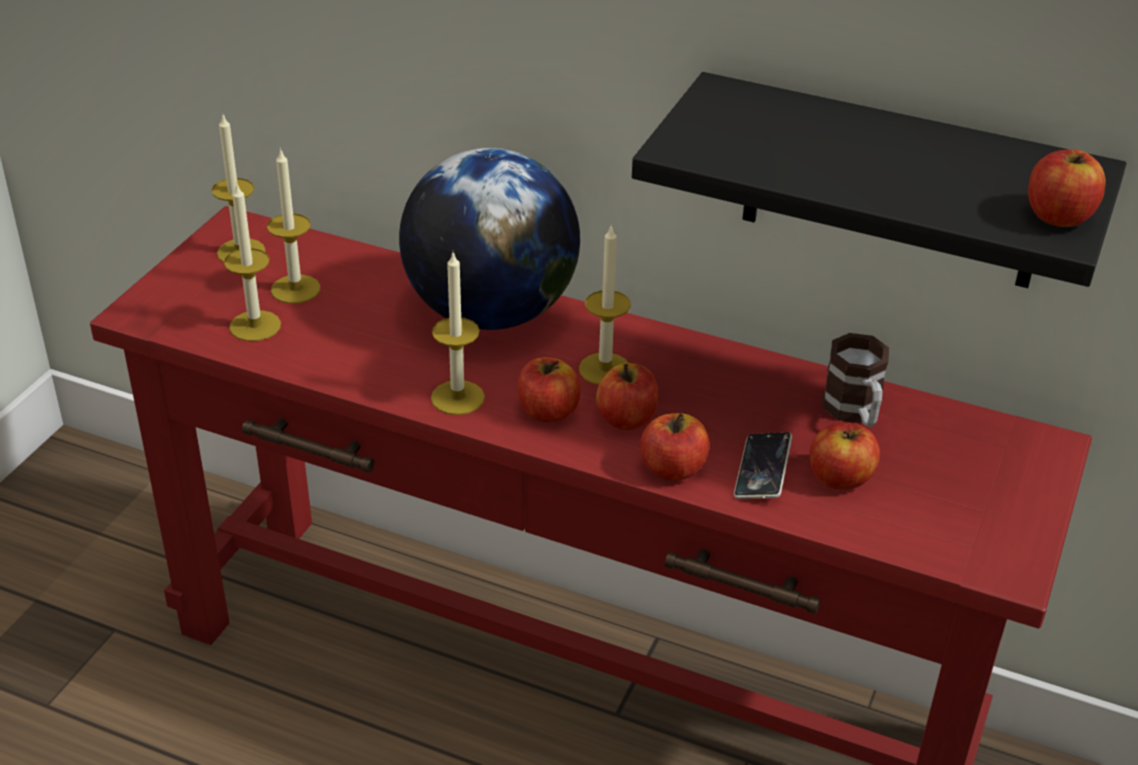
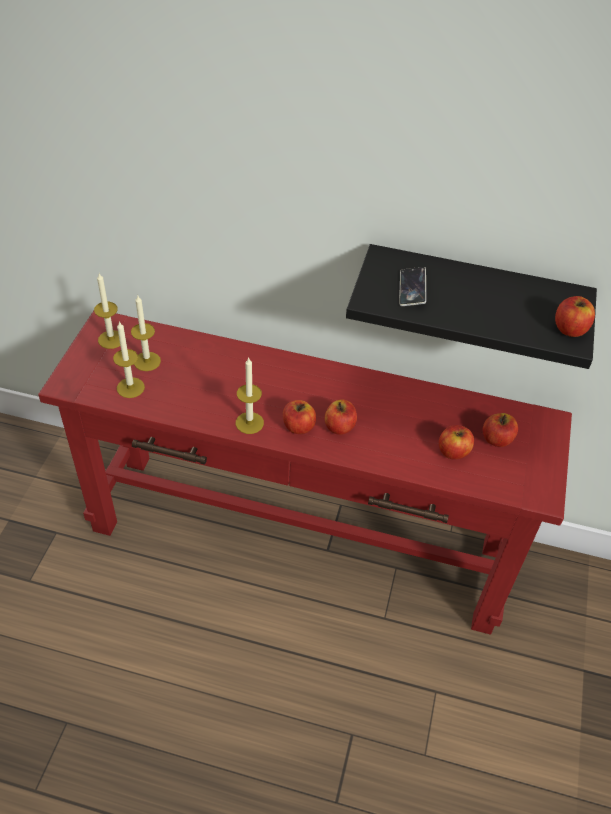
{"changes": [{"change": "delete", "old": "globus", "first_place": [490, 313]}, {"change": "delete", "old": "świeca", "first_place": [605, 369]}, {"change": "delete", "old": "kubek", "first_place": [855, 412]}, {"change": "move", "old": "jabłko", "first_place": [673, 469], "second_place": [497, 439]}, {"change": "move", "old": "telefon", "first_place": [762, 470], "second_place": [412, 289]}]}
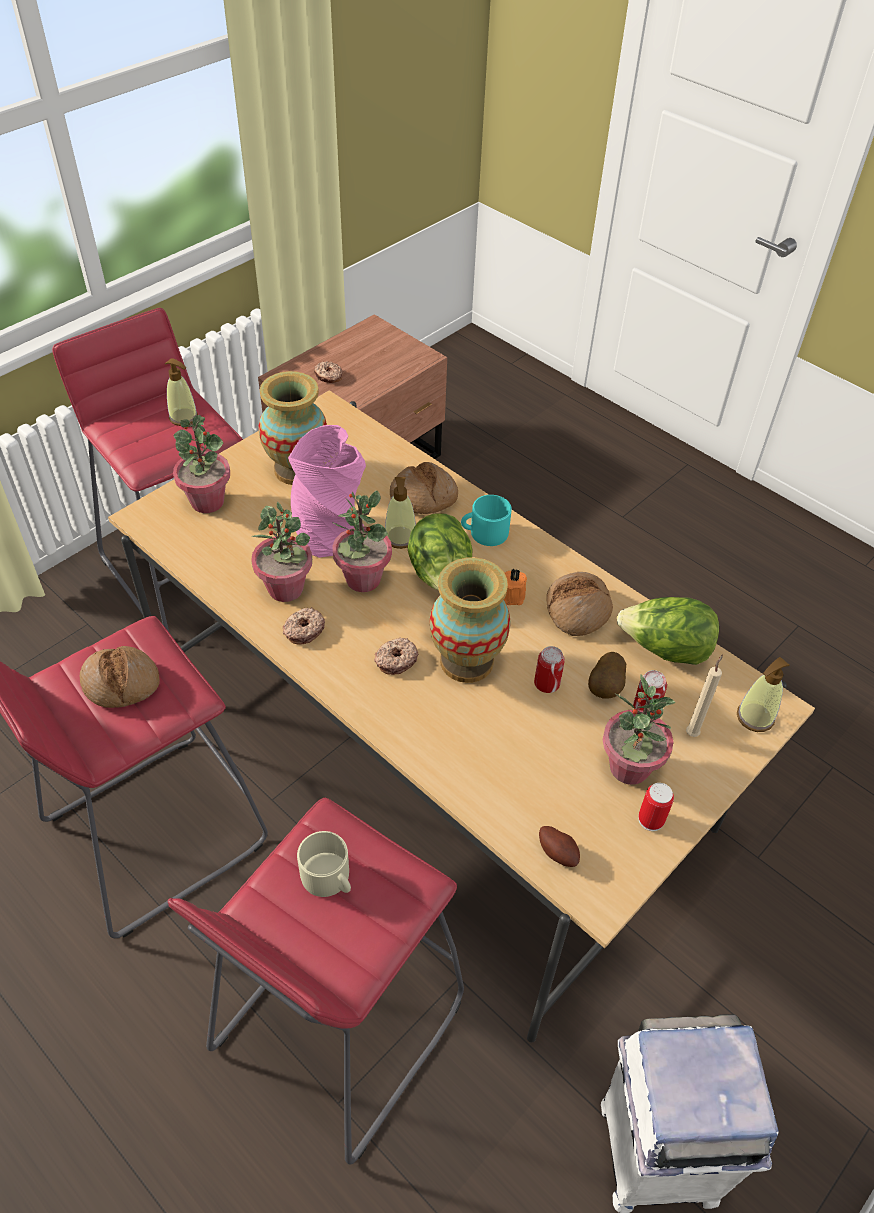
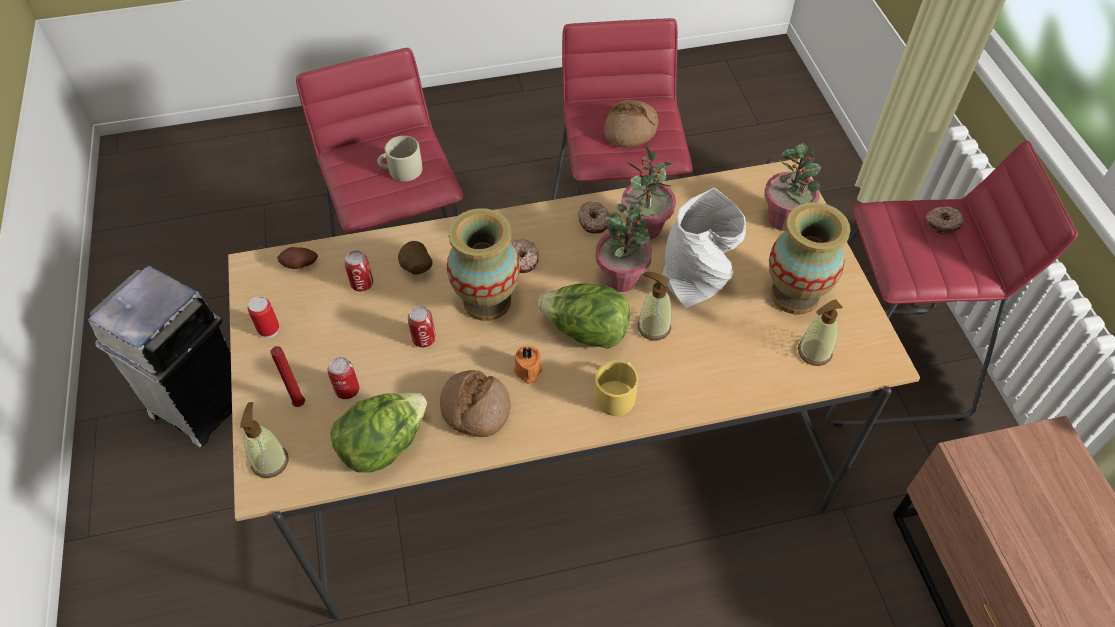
{"changes": [{"change": "delete", "old": "chleb", "first_place": [423, 497]}, {"change": "delete", "old": "roślina doniczkowa", "first_place": [629, 768]}, {"change": "insert", "new": "puszka", "second_place": [362, 284]}, {"change": "move", "old": "dozownik mydła", "first_place": [184, 417], "second_place": [814, 352]}, {"change": "move", "old": "donut", "first_place": [328, 376], "second_place": [942, 223]}, {"change": "move", "old": "ziemniak", "first_place": [606, 688], "second_place": [416, 269]}, {"change": "recolor", "old": "wazon [różowy]", "new": "wazon [szary]", "first_place": [329, 530], "second_place": [696, 283]}, {"change": "recolor", "old": "kubek [turkusowy]", "new": "kubek [żółty]", "first_place": [484, 533], "second_place": [617, 393]}, {"change": "recolor", "old": "świeca [beżowy]", "new": "świeca [czerwony]", "first_place": [692, 732], "second_place": [300, 406]}]}
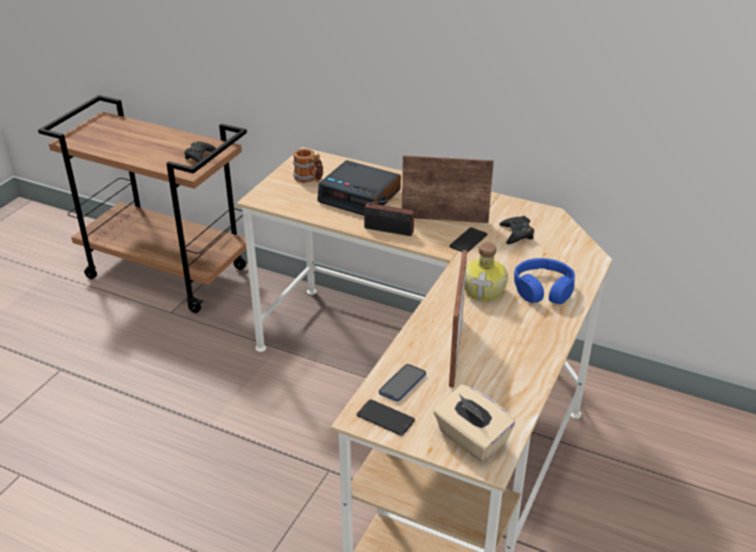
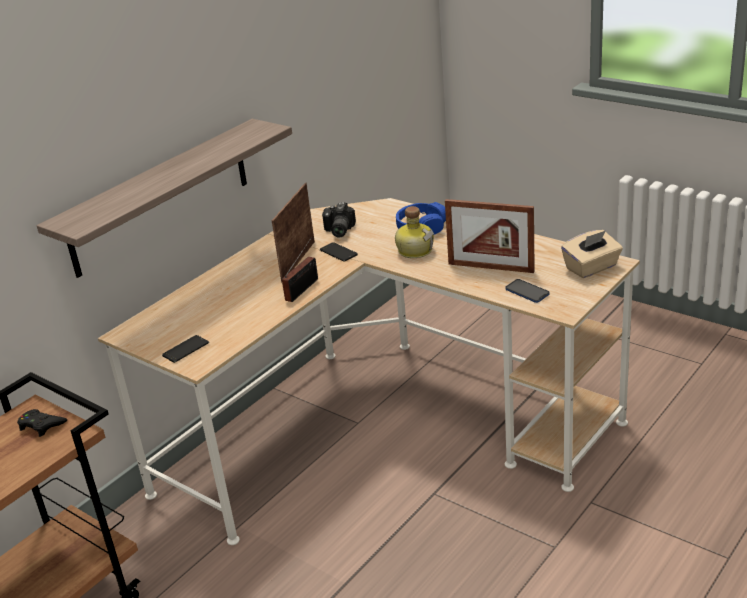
{"changes": [{"change": "delete", "old": "kubek", "first_place": [309, 179]}, {"change": "delete", "old": "budzik", "first_place": [360, 196]}, {"change": "insert", "new": "półka", "second_place": [160, 197]}, {"change": "move", "old": "telefon", "first_place": [385, 418], "second_place": [185, 349]}, {"change": "replace", "old": "pad do gier [czarny]", "new": "aparat fotograficzny", "first_place": [516, 234], "second_place": [338, 231]}]}
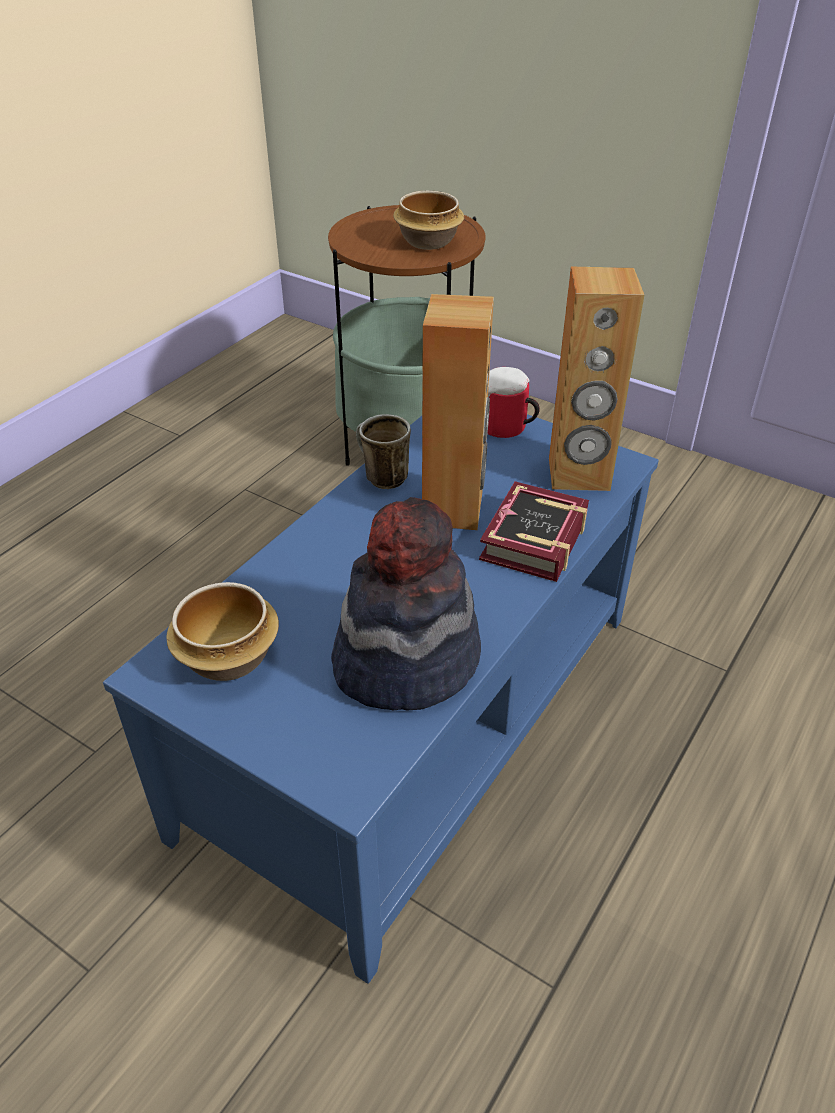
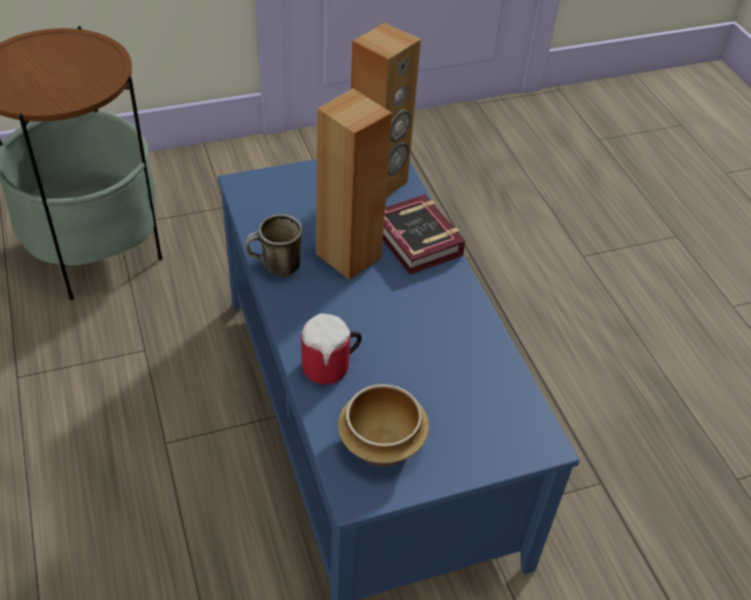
{"changes": [{"change": "delete", "old": "kapelusz", "first_place": [405, 660]}, {"change": "delete", "old": "miska", "first_place": [428, 241]}, {"change": "move", "old": "kubek", "first_place": [507, 429], "second_place": [332, 367]}]}
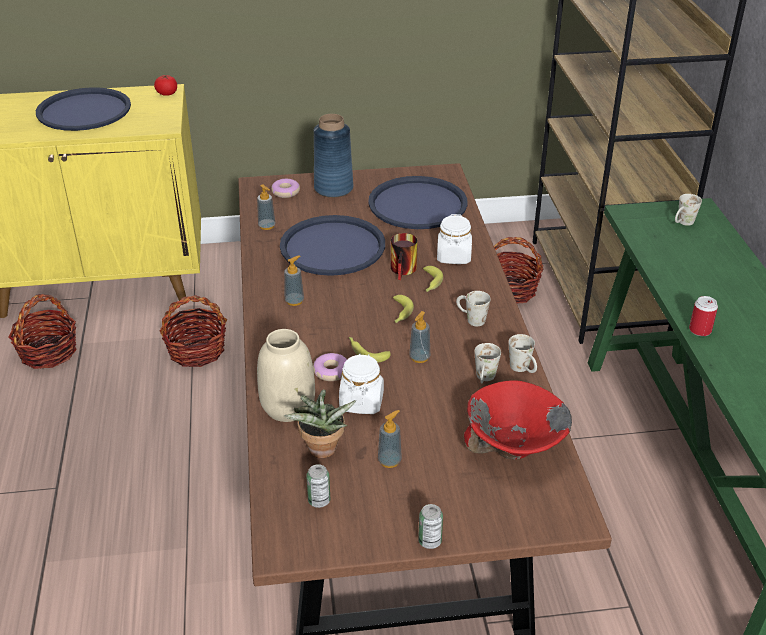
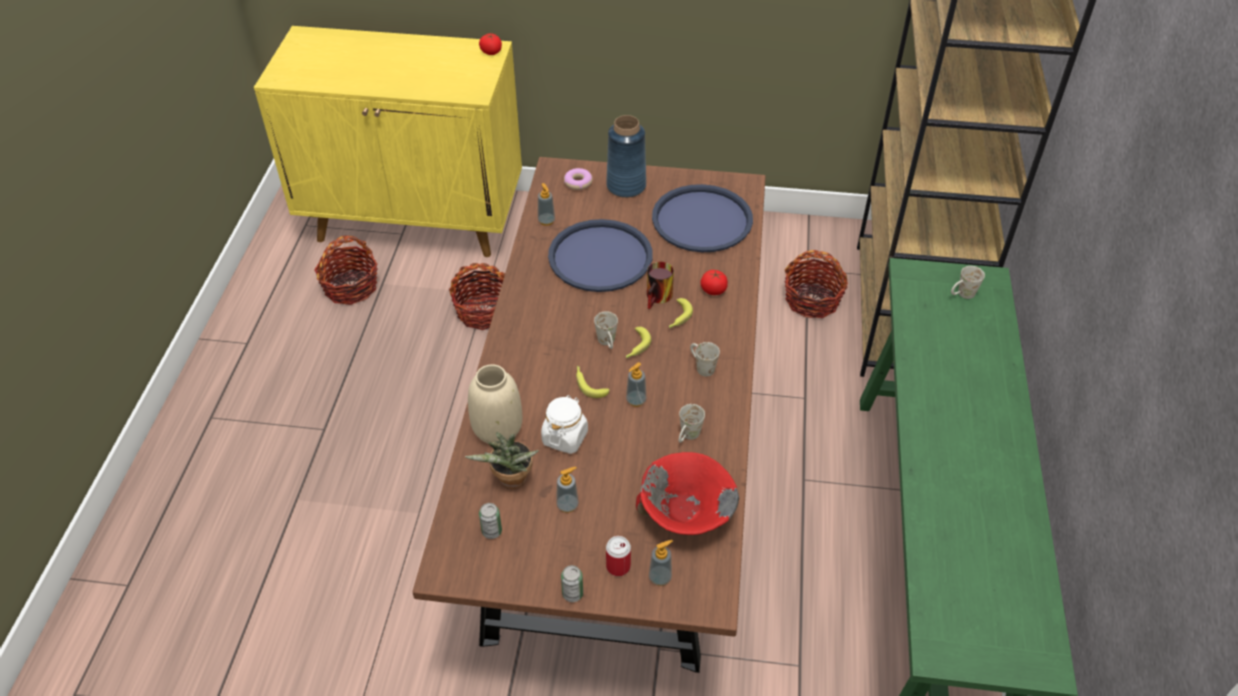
{"changes": [{"change": "delete", "old": "taca [niebieski]", "first_place": [84, 111]}, {"change": "delete", "old": "donut", "first_place": [331, 371]}, {"change": "move", "old": "dozownik mydła", "first_place": [294, 301], "second_place": [660, 577]}, {"change": "move", "old": "kubek [biały]", "first_place": [523, 369], "second_place": [608, 343]}, {"change": "move", "old": "puszka", "first_place": [700, 330], "second_place": [618, 566]}, {"change": "replace", "old": "słoik [biały]", "new": "pomidor", "first_place": [454, 256], "second_place": [713, 290]}]}
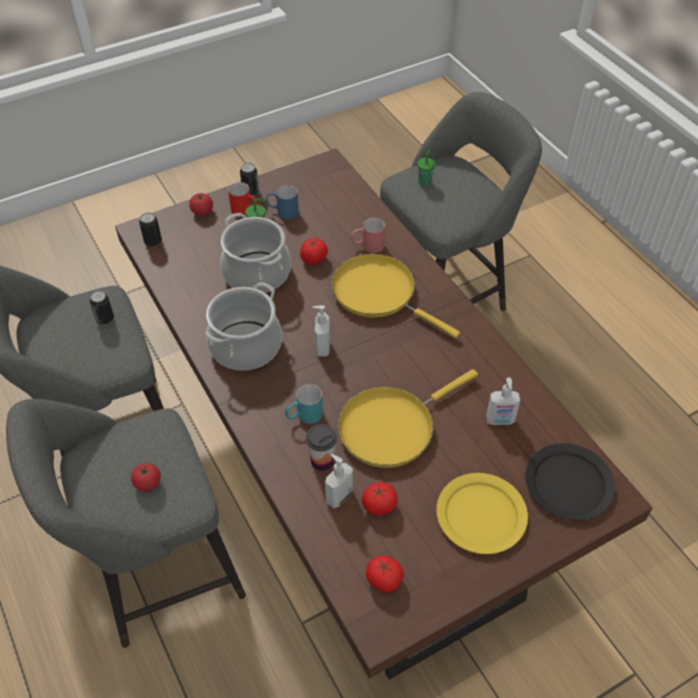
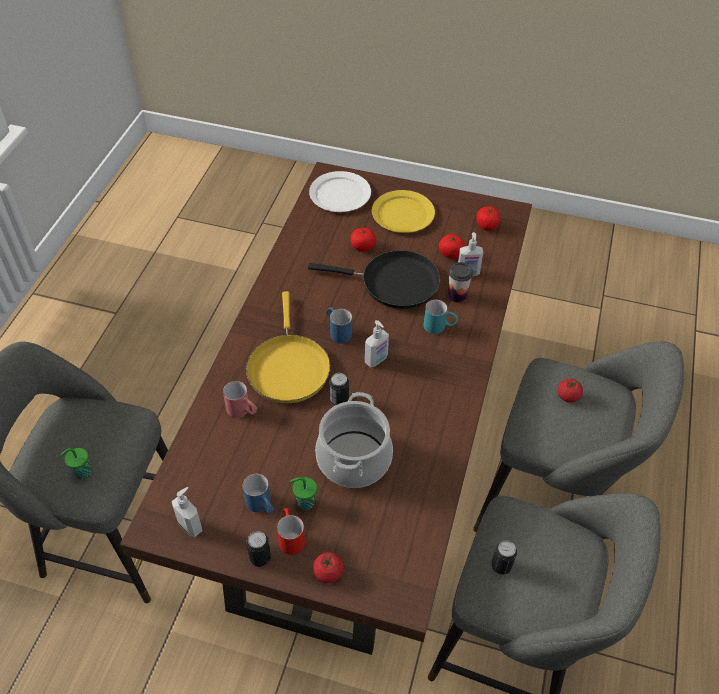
{"changes": [{"change": "delete", "old": "garnek", "first_place": [245, 346]}, {"change": "insert", "new": "kubek [niebieski]", "second_place": [338, 331]}, {"change": "move", "old": "puszka", "first_place": [153, 242], "second_place": [339, 400]}, {"change": "move", "old": "pomidor", "first_place": [314, 259], "second_place": [363, 247]}, {"change": "move", "old": "dozownik mydła", "first_place": [500, 420], "second_place": [191, 525]}, {"change": "recolor", "old": "patelnia [żółty]", "new": "patelnia [czarny]", "first_place": [391, 426], "second_place": [394, 283]}, {"change": "recolor", "old": "talerz [czarny]", "new": "talerz [biały]", "first_place": [568, 483], "second_place": [340, 195]}]}
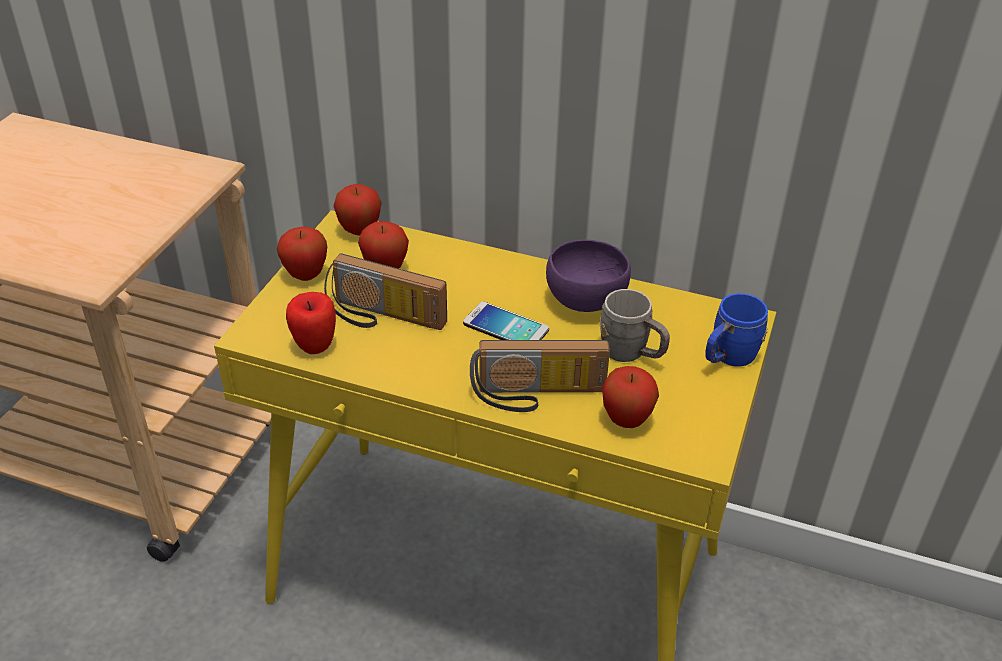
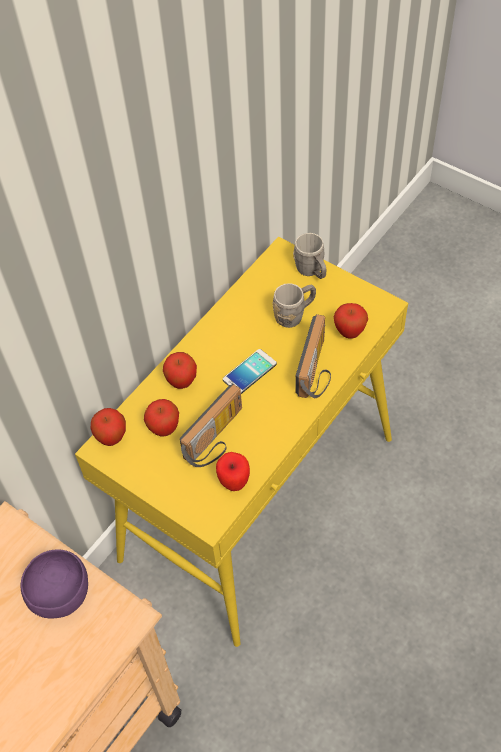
{"changes": [{"change": "move", "old": "jabłko", "first_place": [305, 275], "second_place": [182, 382]}, {"change": "move", "old": "miska [fioletowy]", "first_place": [585, 300], "second_place": [60, 594]}, {"change": "recolor", "old": "kubek [niebieski]", "new": "kubek [szary]", "first_place": [727, 358], "second_place": [312, 271]}]}
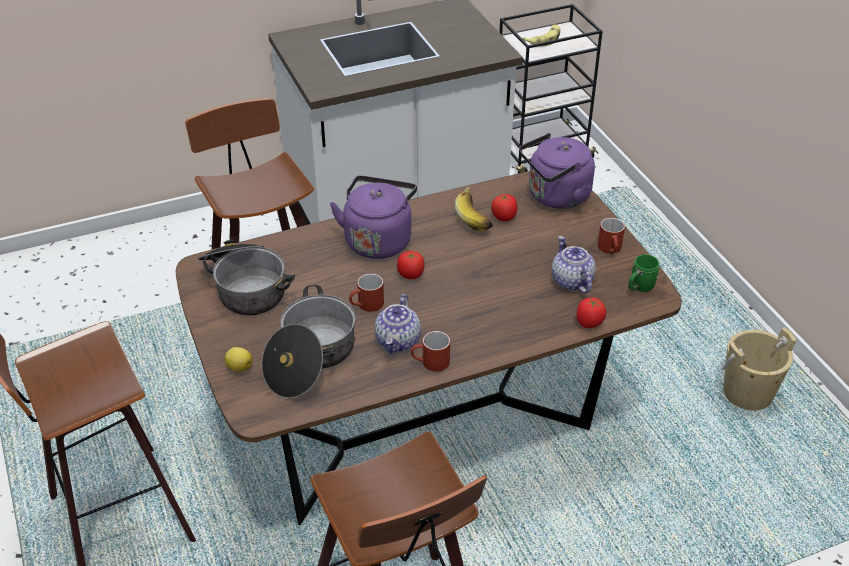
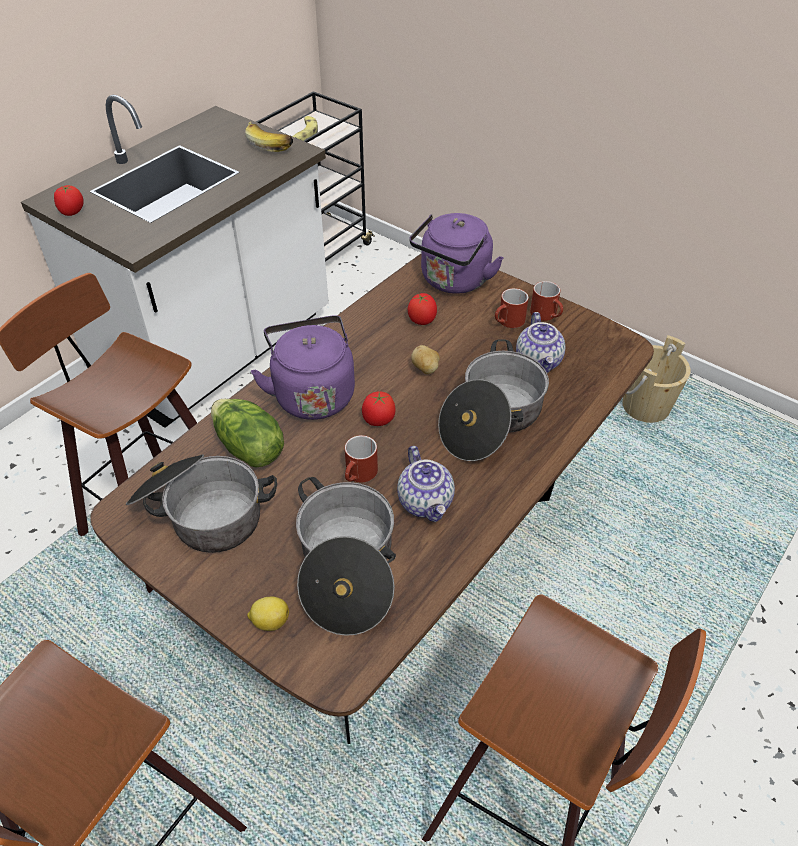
{"changes": [{"change": "delete", "old": "kubek [zielony]", "first_place": [639, 288]}, {"change": "insert", "new": "sałata", "second_place": [248, 449]}, {"change": "insert", "new": "ziemniak", "second_place": [425, 369]}, {"change": "insert", "new": "garnek", "second_place": [491, 420]}, {"change": "move", "old": "kubek [czerwony]", "first_place": [430, 363], "second_place": [508, 322]}, {"change": "move", "old": "banan", "first_place": [476, 217], "second_place": [270, 144]}, {"change": "move", "old": "pomidor", "first_place": [589, 323], "second_place": [72, 212]}, {"change": "rotate", "old": "imbryk", "first_place": [571, 281], "second_place": [539, 362], "degrees": -135}]}
